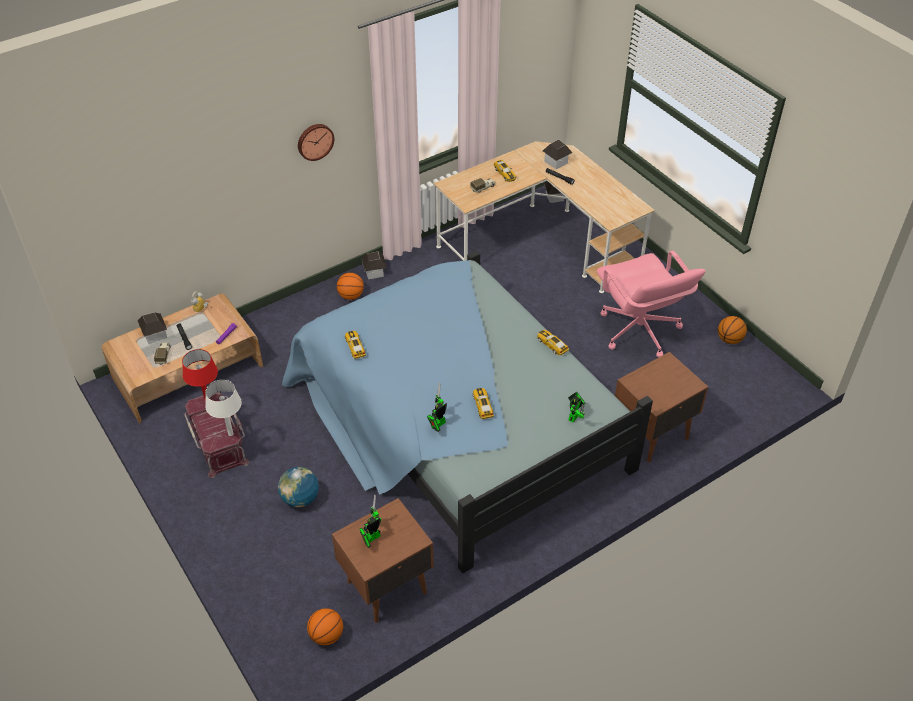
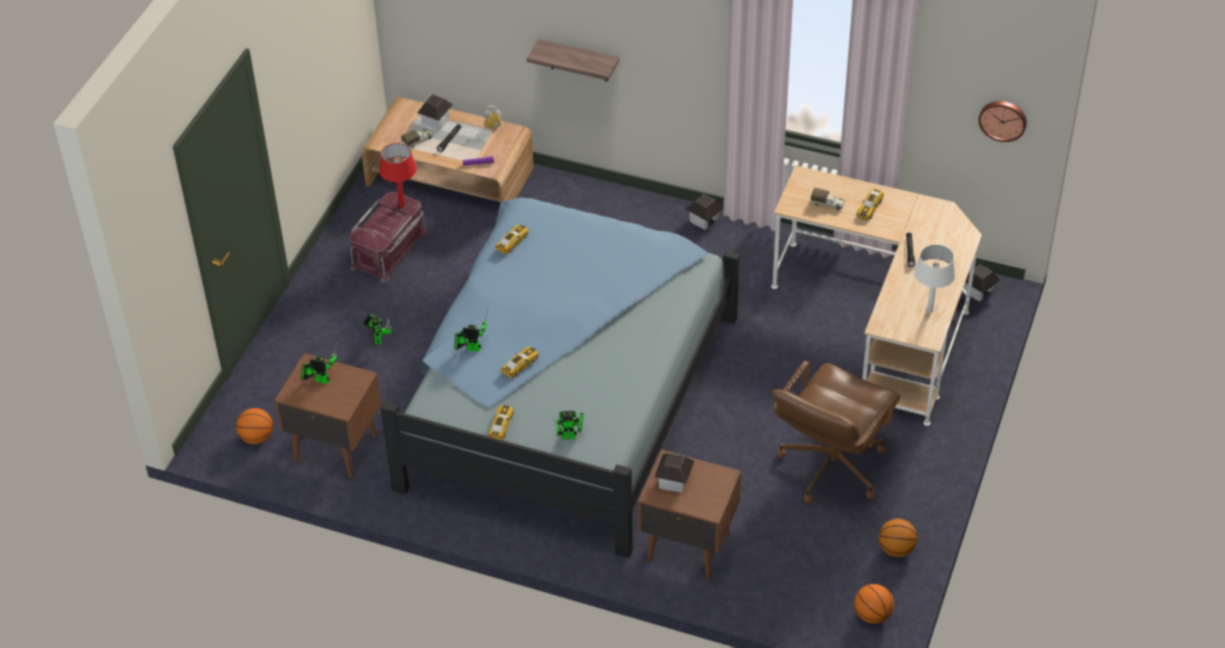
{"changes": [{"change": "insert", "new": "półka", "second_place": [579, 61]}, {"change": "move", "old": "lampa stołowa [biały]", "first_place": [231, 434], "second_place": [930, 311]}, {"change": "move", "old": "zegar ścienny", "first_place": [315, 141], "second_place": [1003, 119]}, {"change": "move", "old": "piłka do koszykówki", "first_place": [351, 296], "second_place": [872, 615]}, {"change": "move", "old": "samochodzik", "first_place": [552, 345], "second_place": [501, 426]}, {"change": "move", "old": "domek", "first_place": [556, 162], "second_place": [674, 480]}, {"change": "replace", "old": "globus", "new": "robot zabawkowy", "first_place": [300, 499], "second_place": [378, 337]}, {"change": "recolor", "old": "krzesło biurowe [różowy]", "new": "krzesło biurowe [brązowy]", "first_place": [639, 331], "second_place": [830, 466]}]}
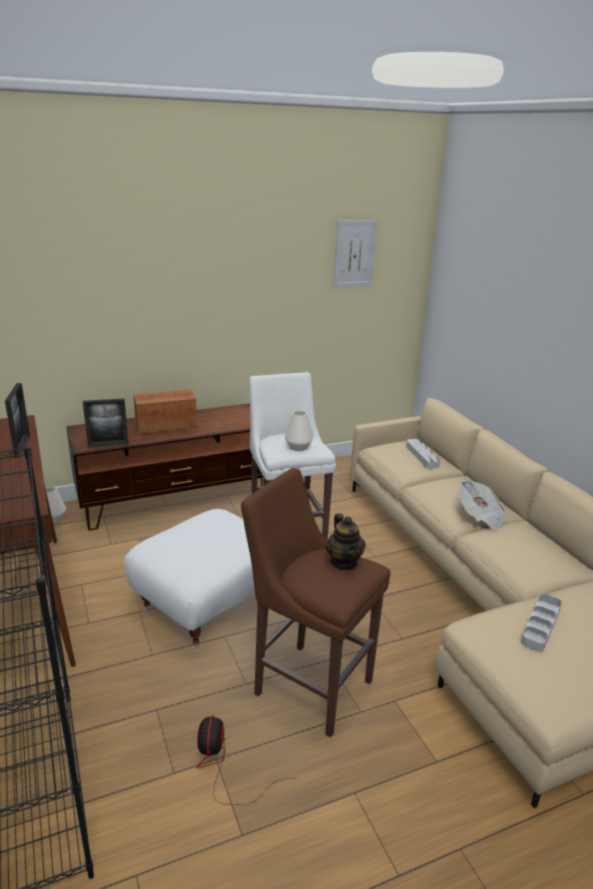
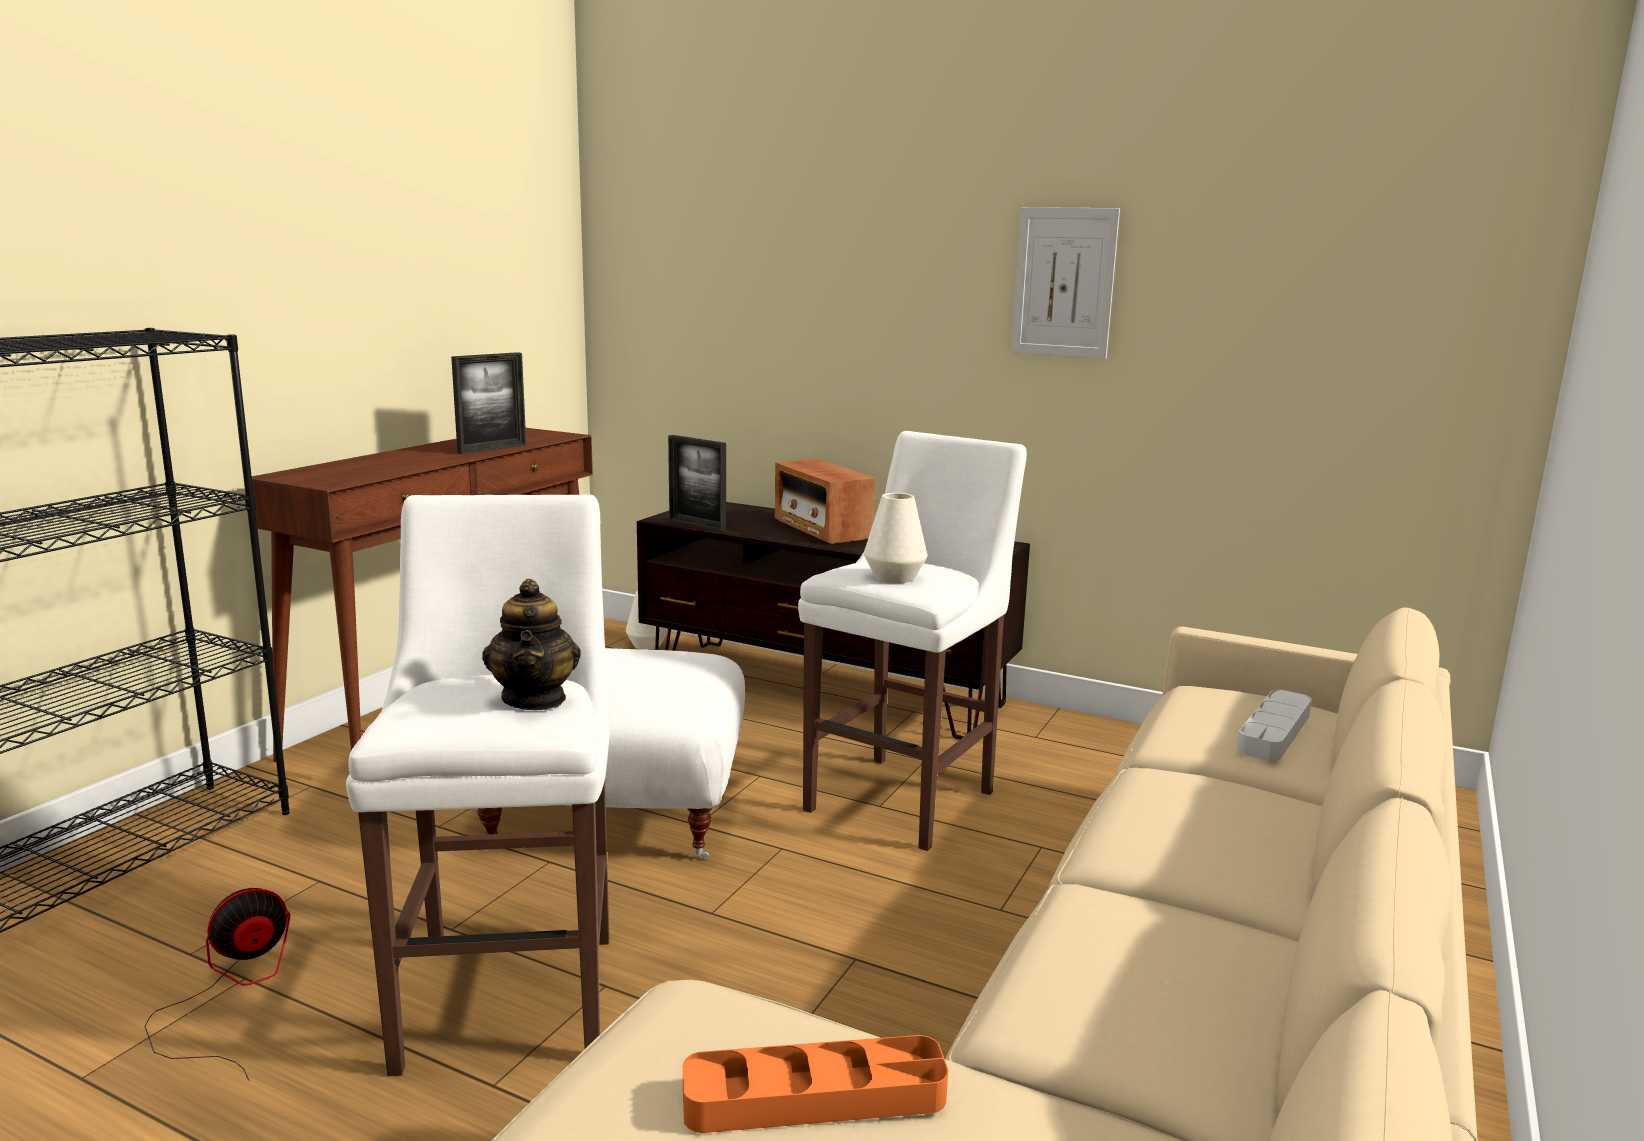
{"changes": [{"change": "delete", "old": "gazeta", "first_place": [480, 517]}, {"change": "move", "old": "obraz", "first_place": [354, 254], "second_place": [1064, 283]}, {"change": "recolor", "old": "stołek [brązowy]", "new": "stołek [biały]", "first_place": [309, 684], "second_place": [513, 991]}, {"change": "recolor", "old": "taca [szary]", "new": "taca [pomarańczowy]", "first_place": [540, 625], "second_place": [814, 1096]}, {"change": "rotate", "old": "radio", "first_place": [166, 426], "second_place": [822, 529], "degrees": -150}, {"change": "rotate", "old": "imbryk", "first_place": [344, 562], "second_place": [535, 699], "degrees": -45}]}
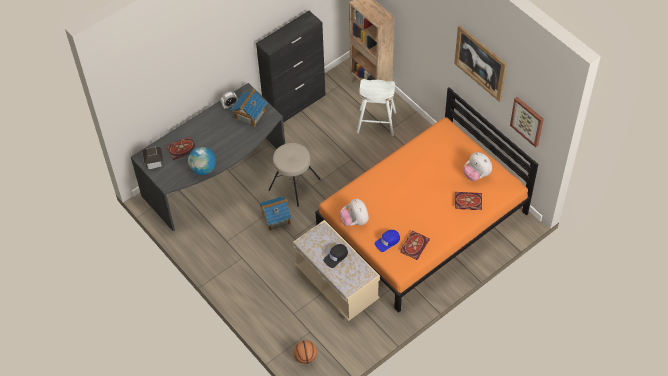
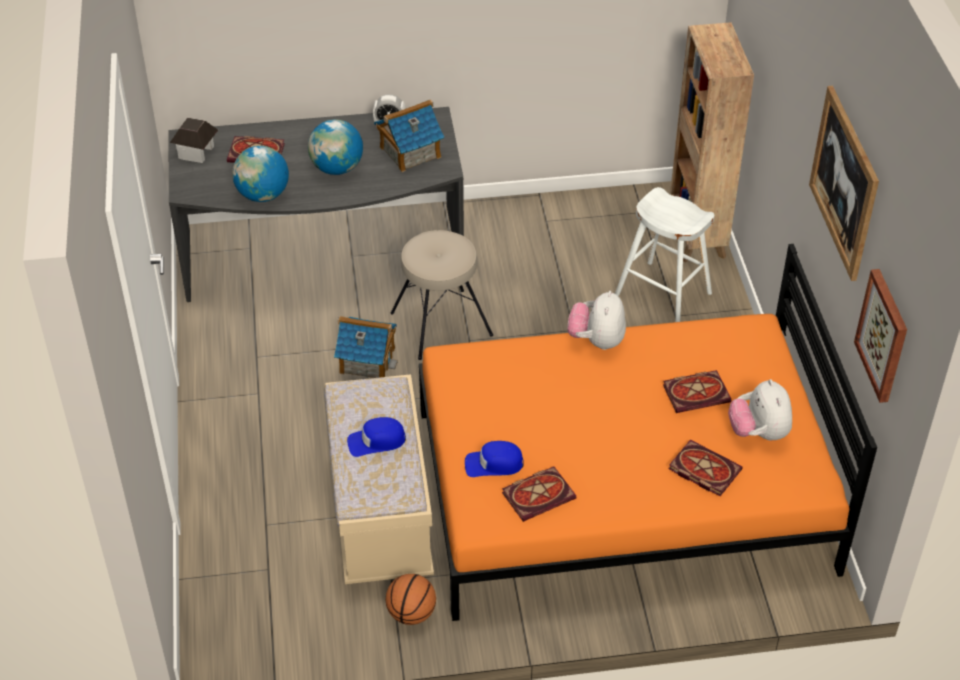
{"changes": [{"change": "delete", "old": "szafka [czarny]", "first_place": [295, 105]}, {"change": "insert", "new": "globus", "second_place": [337, 168]}, {"change": "insert", "new": "książka", "second_place": [697, 393]}, {"change": "move", "old": "piłka do koszykówki", "first_place": [305, 357], "second_place": [411, 613]}, {"change": "move", "old": "pluszak", "first_place": [354, 221], "second_place": [596, 340]}, {"change": "recolor", "old": "czapka z daszkiem [czarny]", "new": "czapka z daszkiem [niebieski]", "first_place": [336, 257], "second_place": [376, 441]}]}
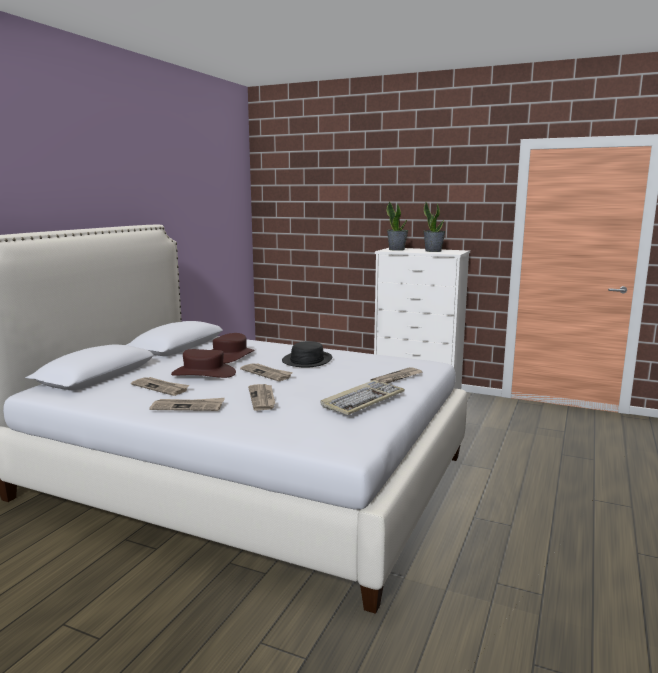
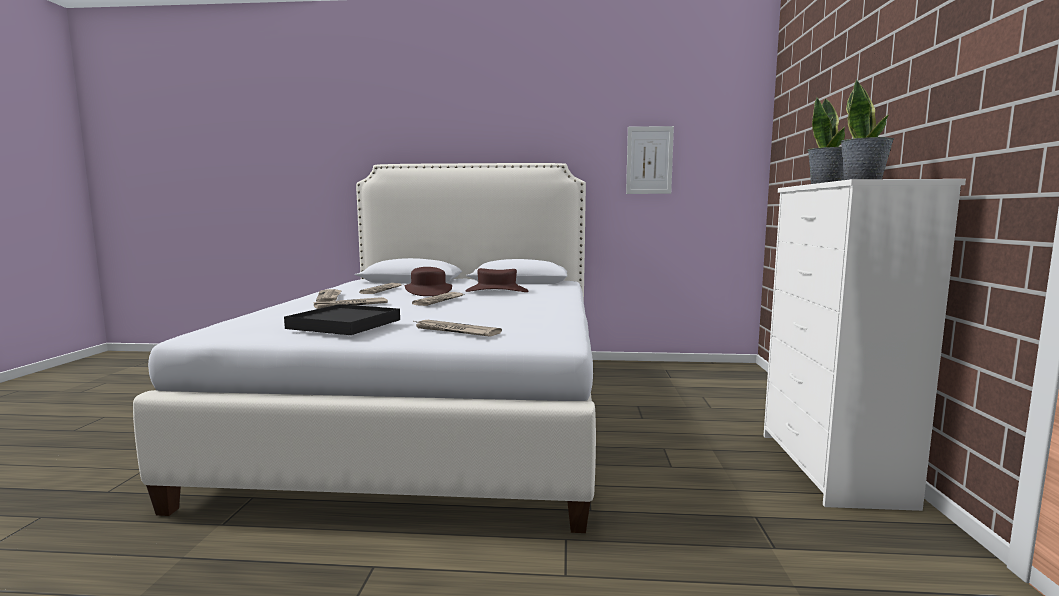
{"changes": [{"change": "delete", "old": "kapelusz [czarny]", "first_place": [307, 360]}, {"change": "insert", "new": "obraz", "second_place": [649, 160]}, {"change": "replace", "old": "klawiatura", "new": "taca [czarny]", "first_place": [363, 400], "second_place": [345, 324]}]}
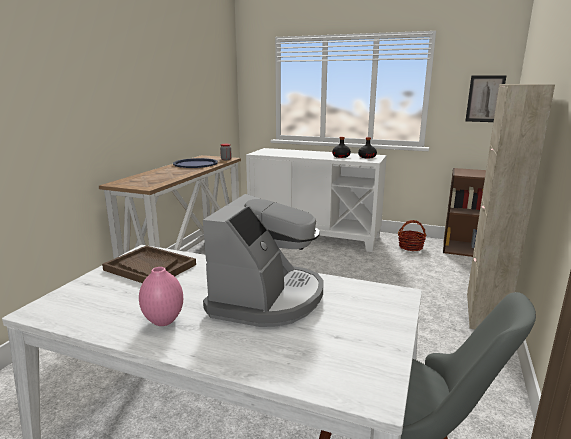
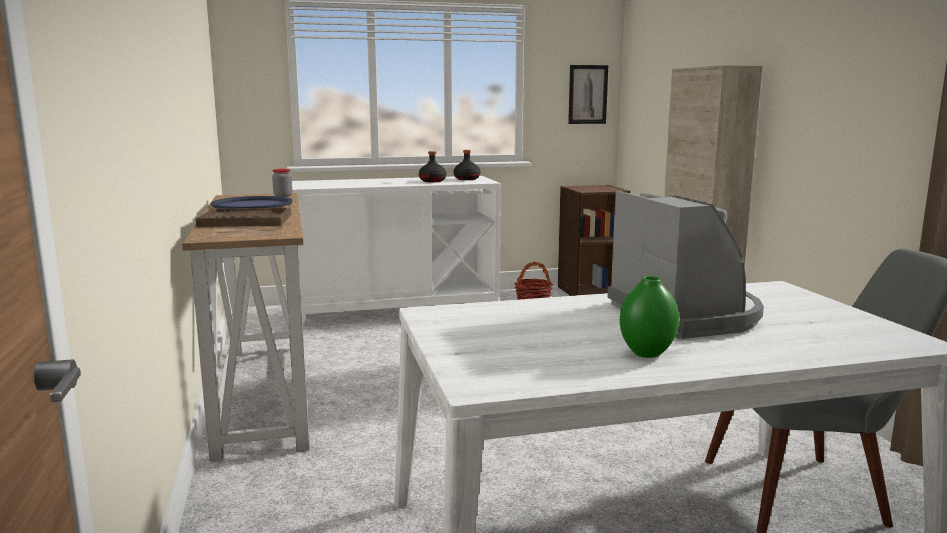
{"changes": [{"change": "move", "old": "taca [brązowy]", "first_place": [150, 267], "second_place": [245, 220]}, {"change": "recolor", "old": "wazon [różowy]", "new": "wazon [zielony]", "first_place": [163, 321], "second_place": [646, 353]}]}
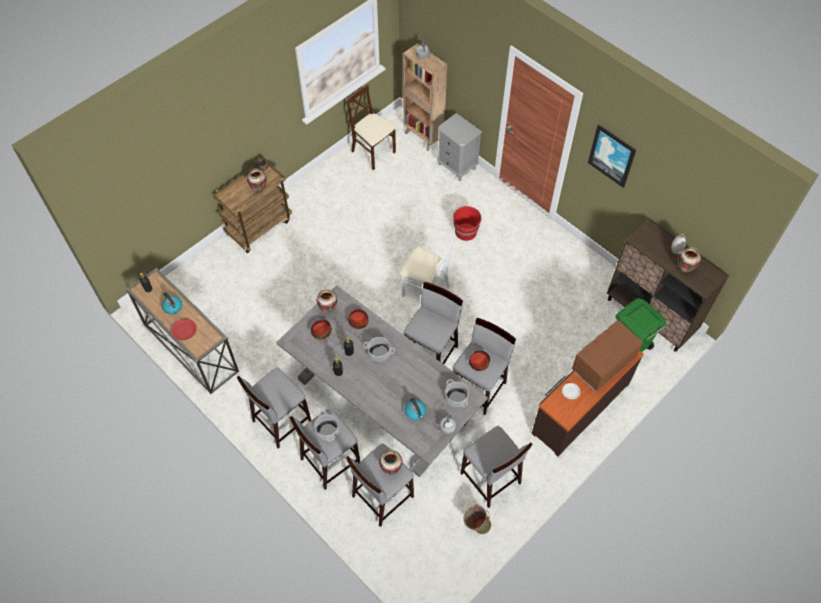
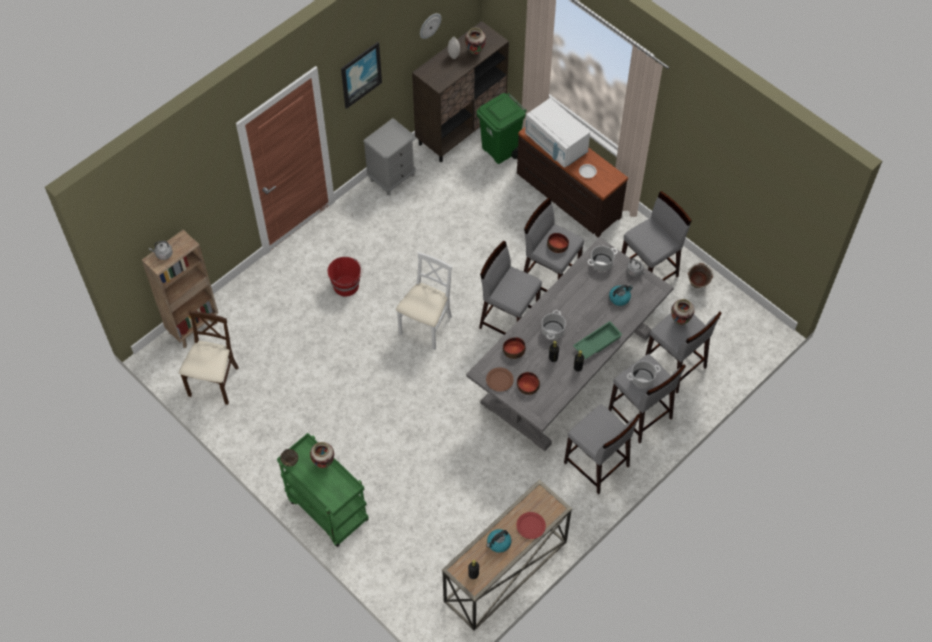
{"changes": [{"change": "insert", "new": "zegar ścienny", "second_place": [429, 25]}, {"change": "insert", "new": "taca [zielony]", "second_place": [597, 342]}, {"change": "move", "old": "szafka nocna [szary]", "first_place": [457, 166], "second_place": [392, 177]}, {"change": "replace", "old": "wazon", "new": "talerz [brązowy]", "first_place": [328, 309], "second_place": [499, 380]}, {"change": "recolor", "old": "wózek [brązowy]", "new": "wózek [zielony]", "first_place": [259, 226], "second_place": [326, 509]}, {"change": "recolor", "old": "mikrofalówka [brązowy]", "new": "mikrofalówka [biały]", "first_place": [603, 364], "second_place": [556, 144]}, {"change": "rotate", "old": "krzesło [beżowy]", "first_place": [373, 153], "second_place": [214, 383], "degrees": 150}]}
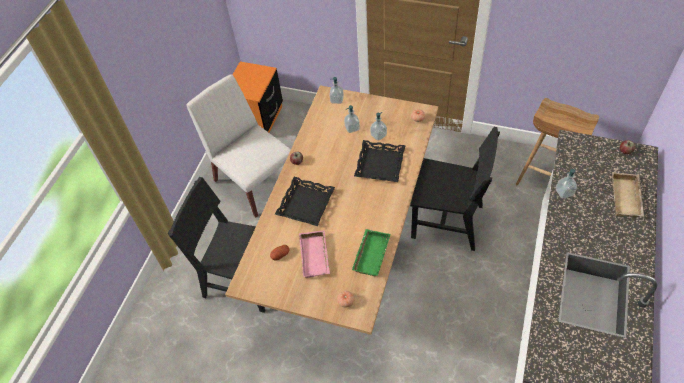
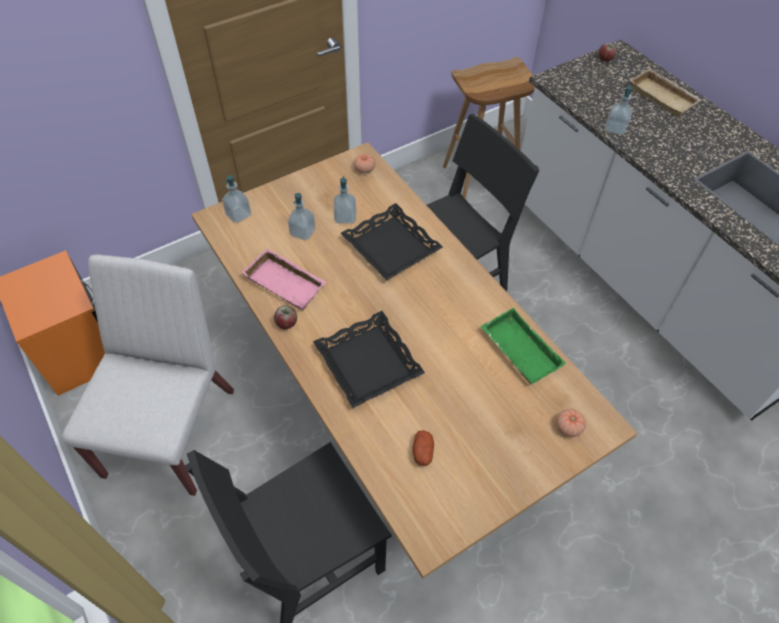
{"changes": [{"change": "move", "old": "taca [różowy]", "first_place": [316, 256], "second_place": [287, 282]}, {"change": "rotate", "old": "krzesło [biały]", "first_place": [254, 182], "second_place": [171, 430], "degrees": 105}]}
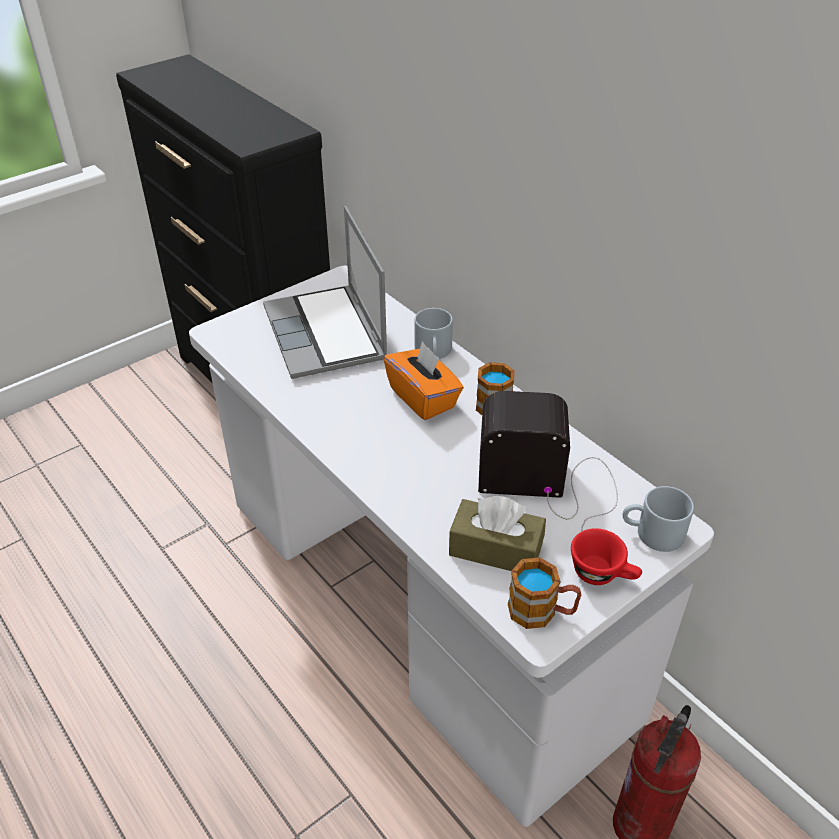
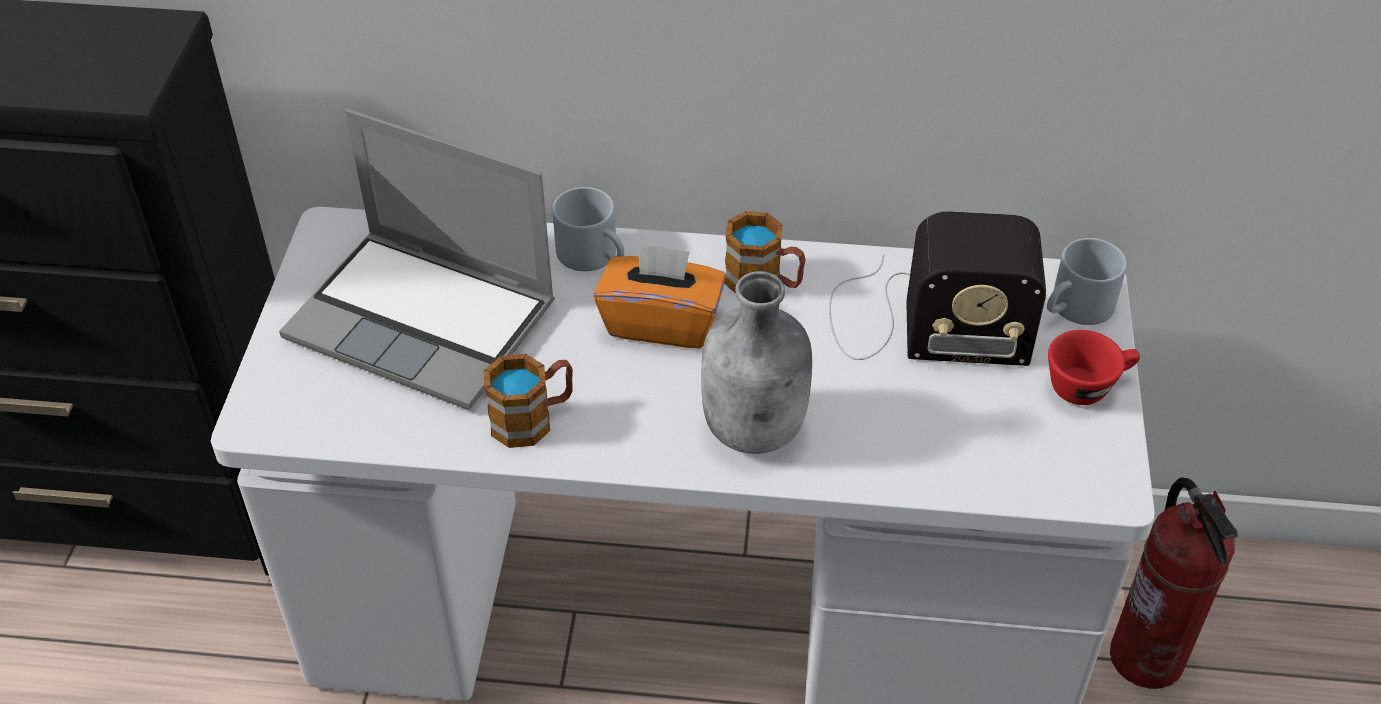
{"changes": [{"change": "delete", "old": "pudełko chusteczek [brązowy]", "first_place": [496, 549]}, {"change": "insert", "new": "butelka [szary]", "second_place": [756, 429]}, {"change": "move", "old": "kubek", "first_place": [541, 612], "second_place": [533, 418]}, {"change": "rotate", "old": "radio", "first_place": [551, 482], "second_place": [921, 323], "degrees": -135}]}
